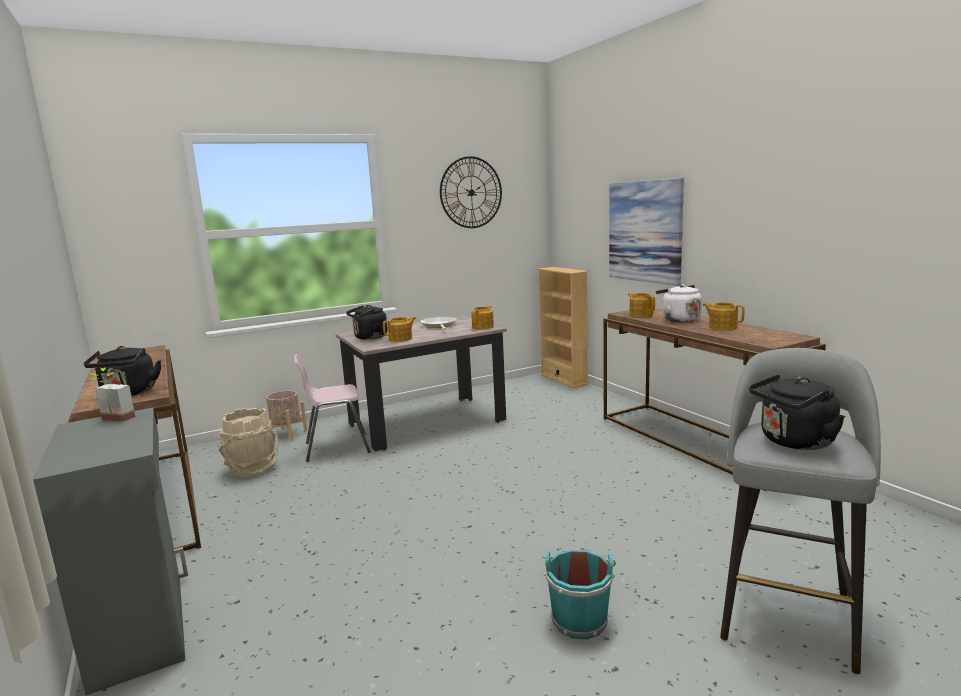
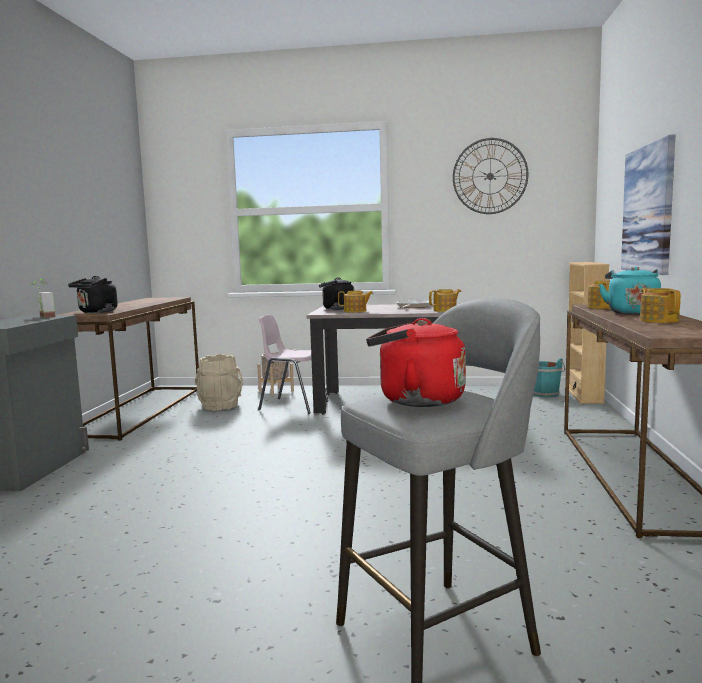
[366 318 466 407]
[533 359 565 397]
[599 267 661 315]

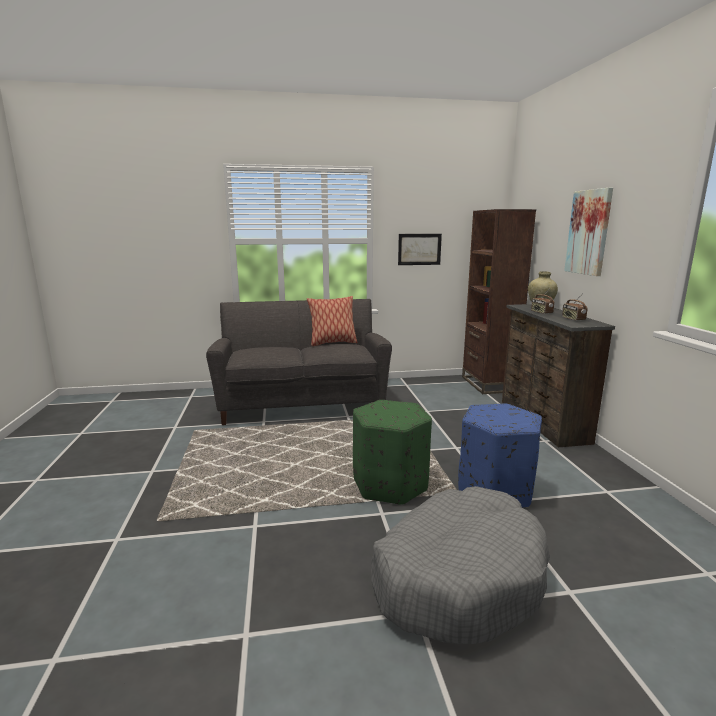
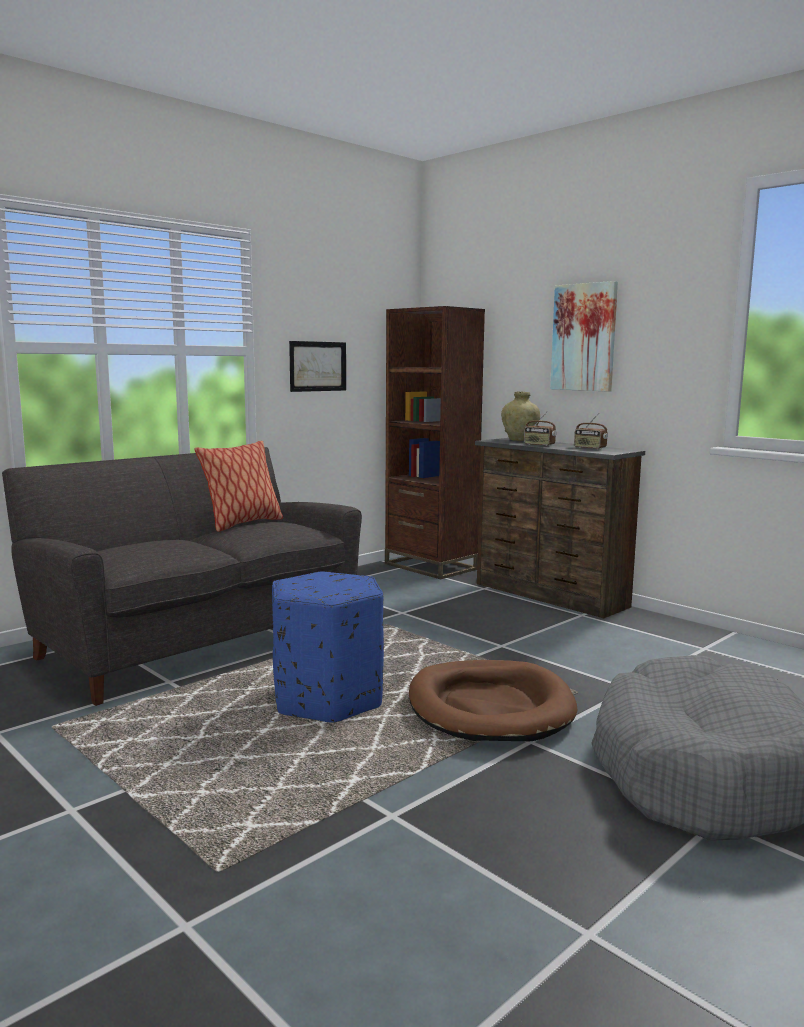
[272 571 384 723]
[409 660 577 741]

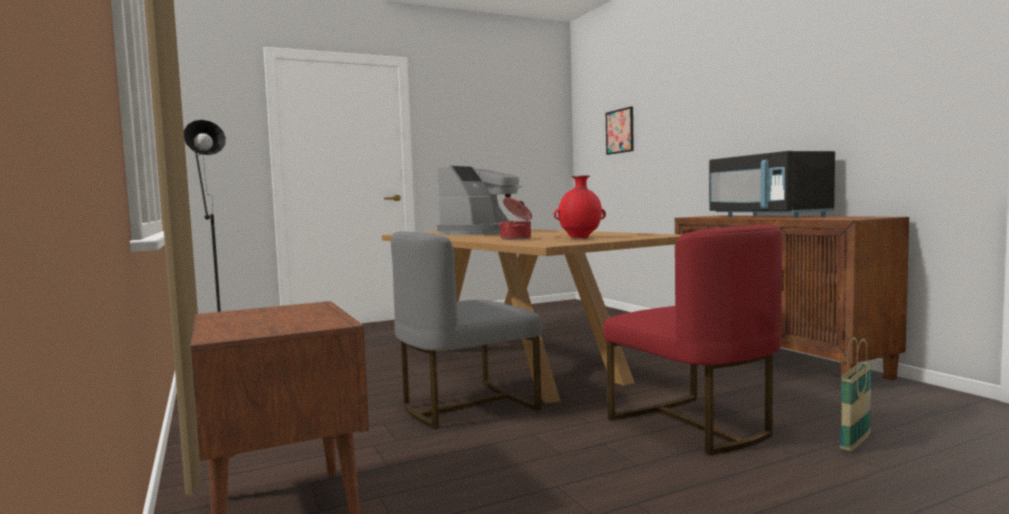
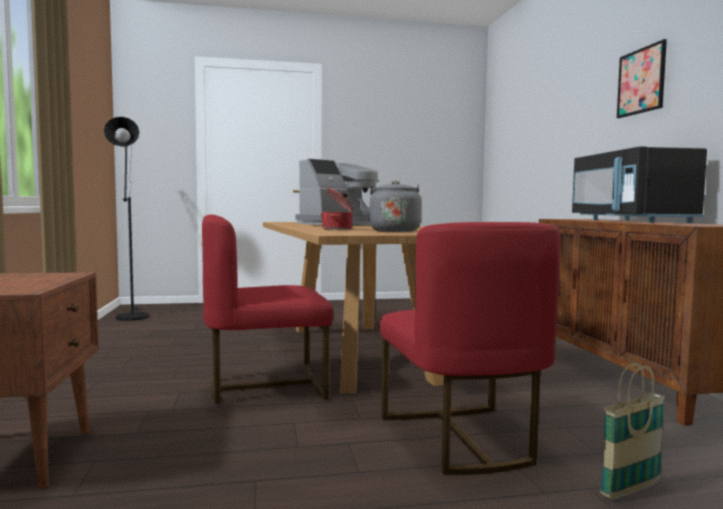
[202 215 333 404]
[358 180 422 232]
[617 39 667 118]

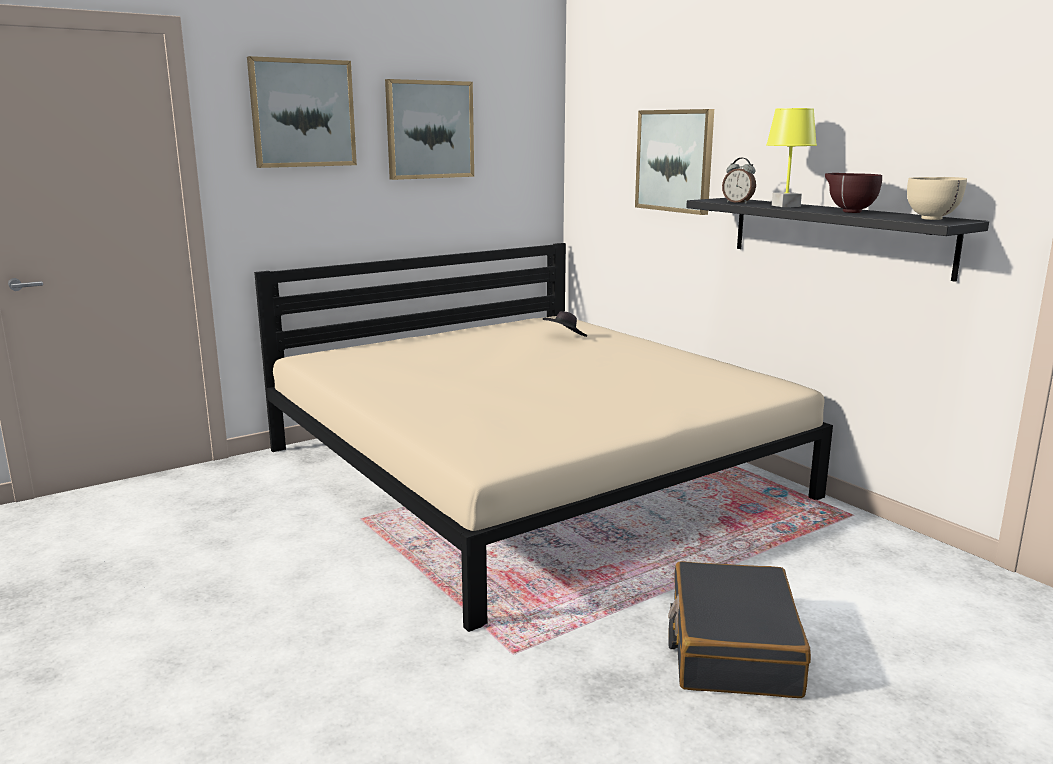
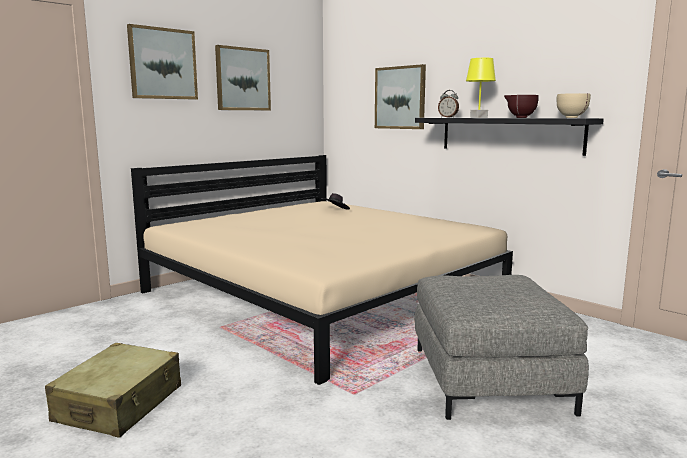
[45 343 181 438]
[414 275 589 420]

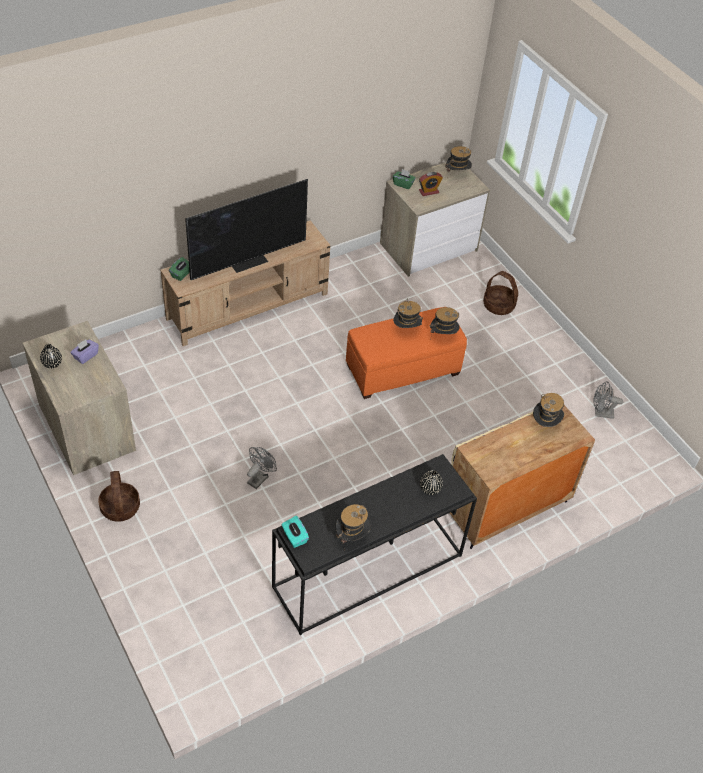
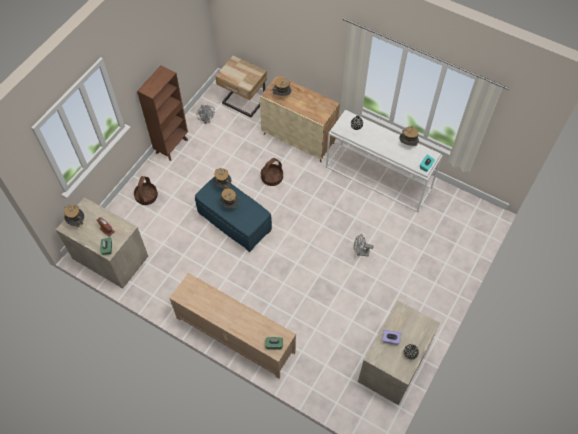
[137 65 188 161]
[195 176 272 252]
[215 56 267 117]
[261 158 283 186]
[326 110 443 212]
[185 179 308 280] (first image)

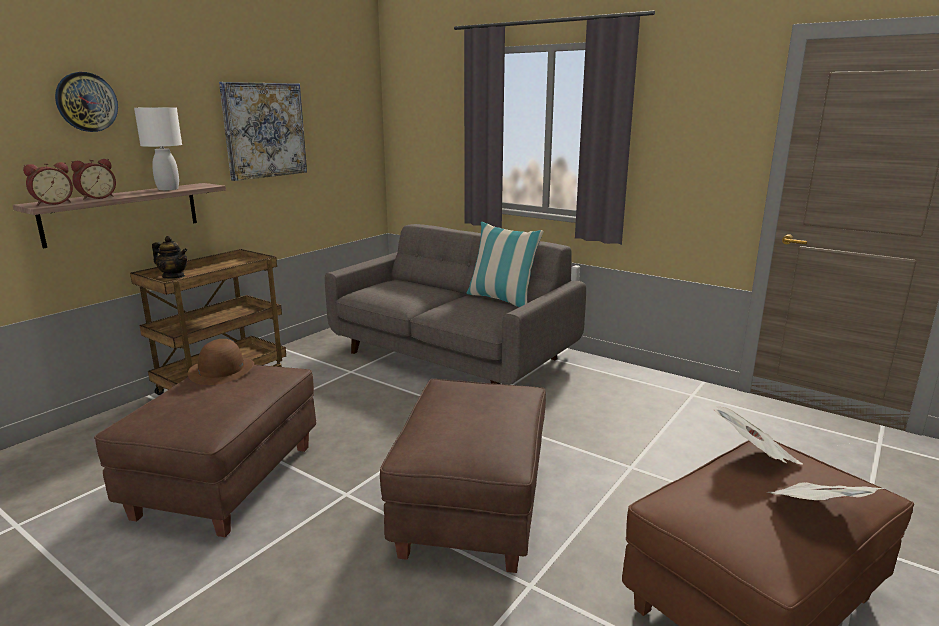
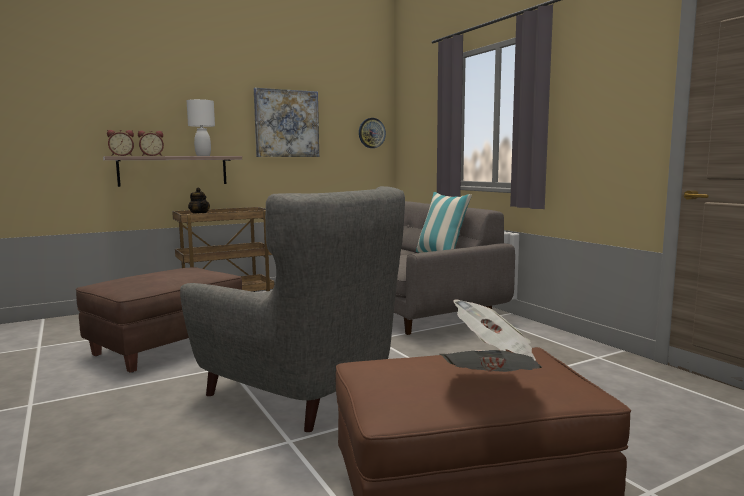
[180 186 405 432]
[359 118 386 148]
[188 339 254 385] (first image)

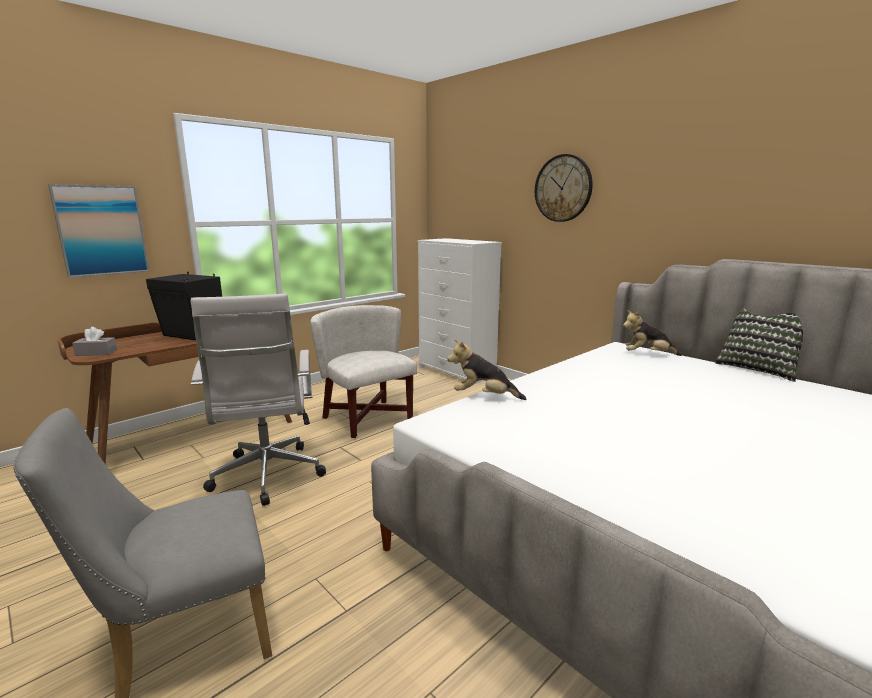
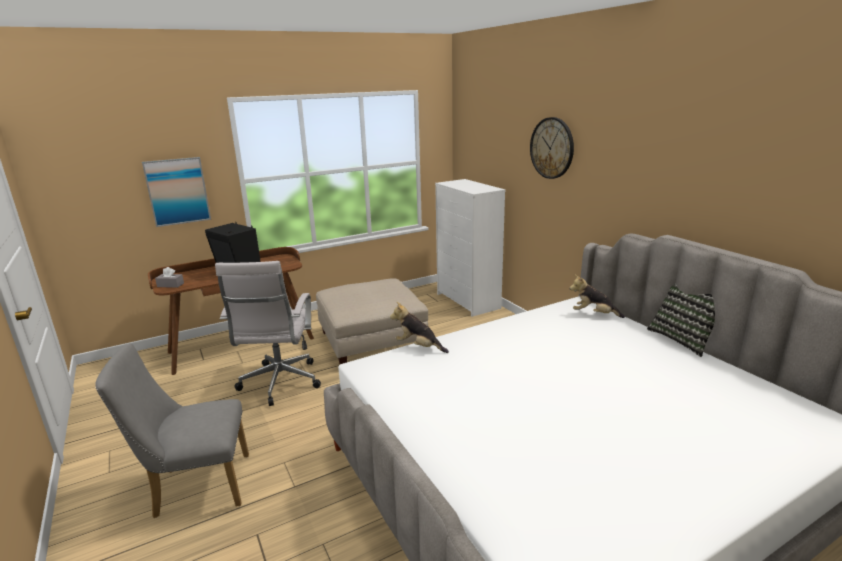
[316 278 428 364]

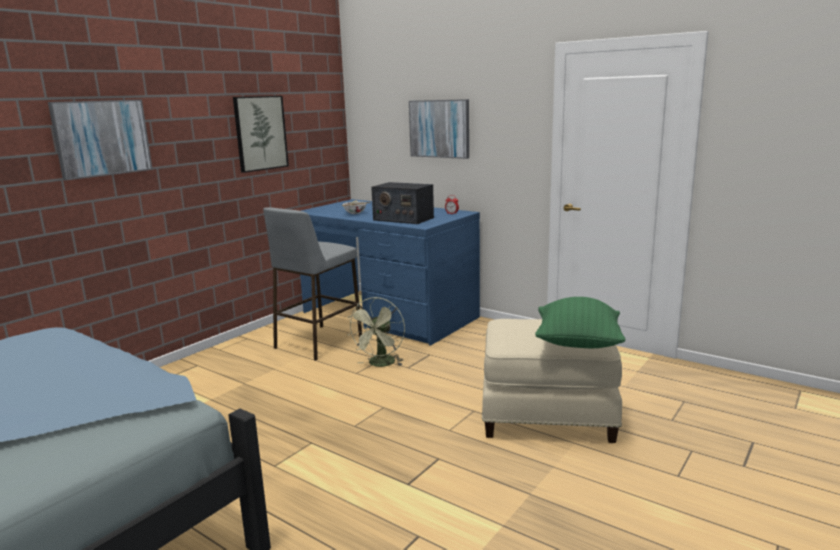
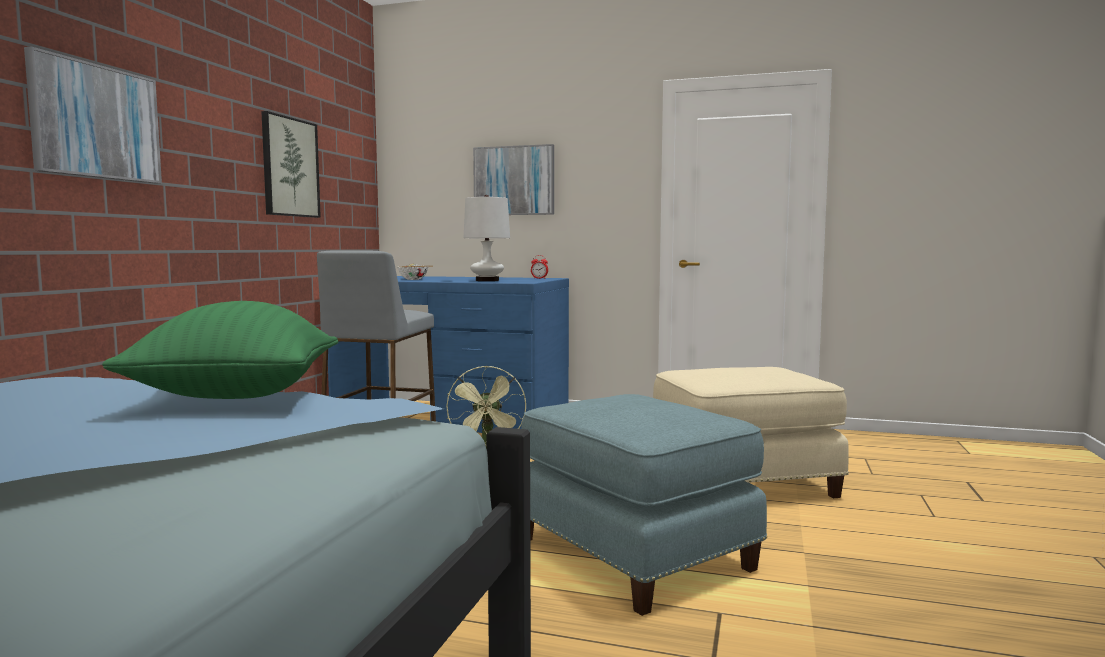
[102 301 338 399]
[464 195 510 281]
[521 394 767 616]

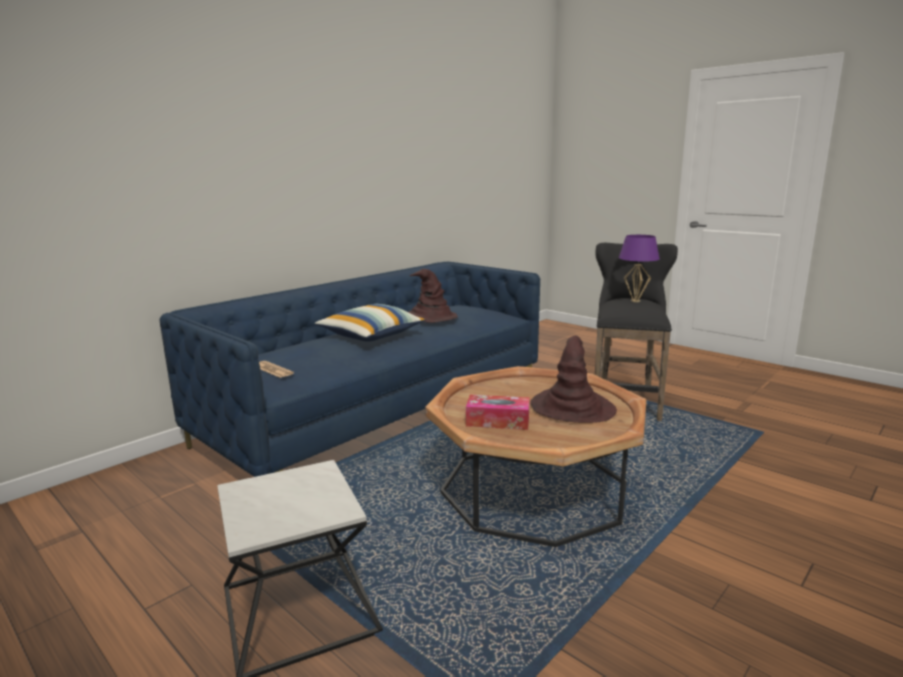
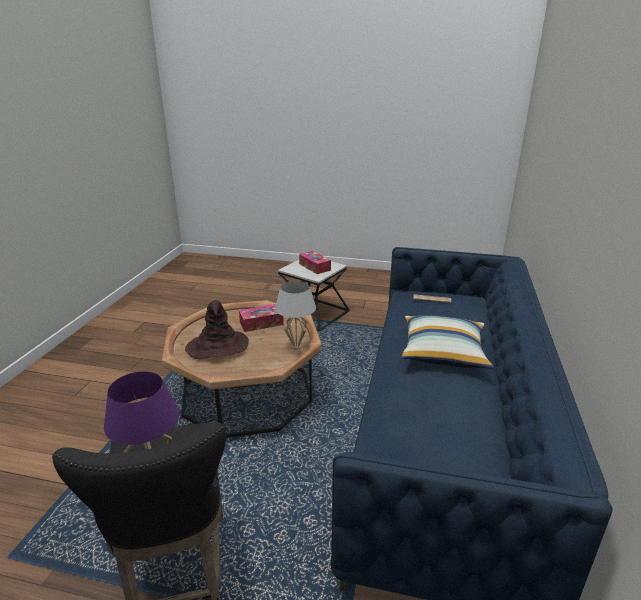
[275 281 316 349]
[299 251 331 274]
[408 269 458 323] (first image)

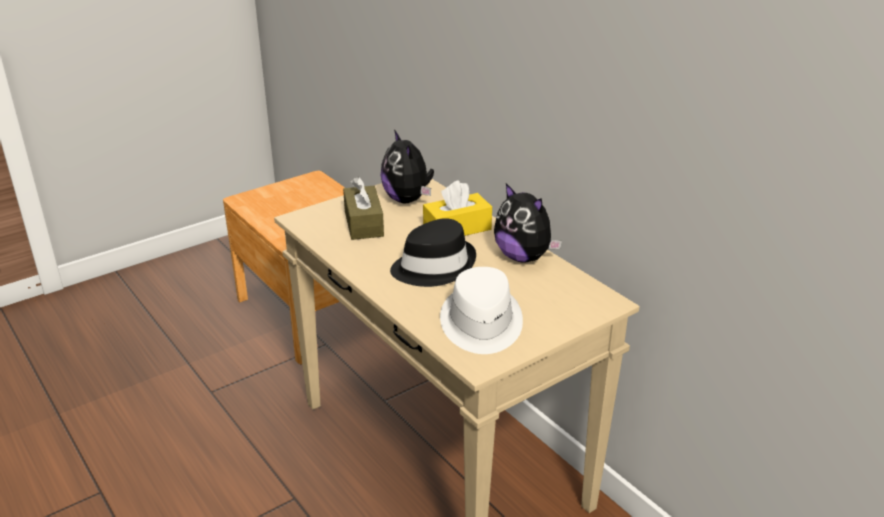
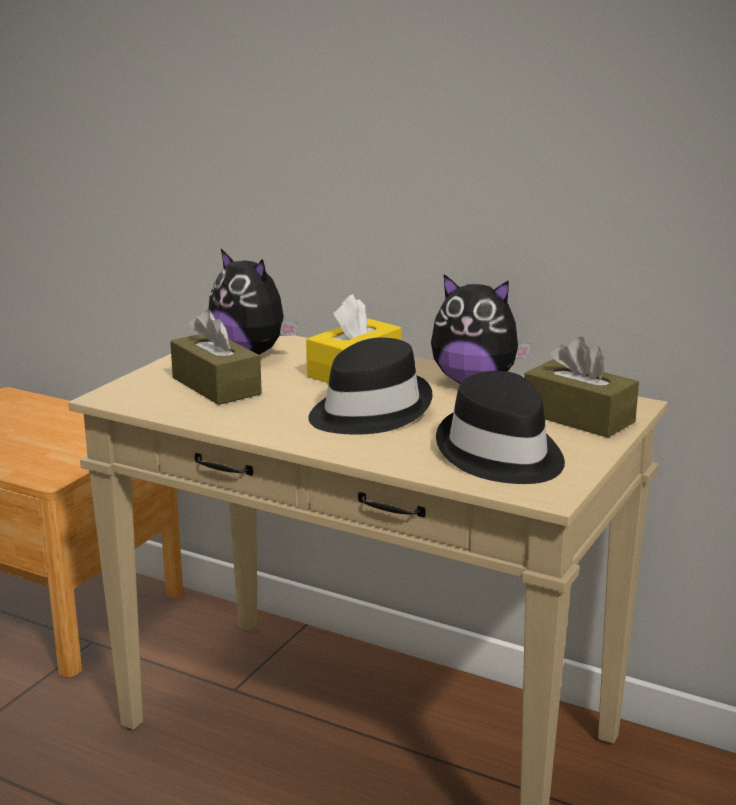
[436 371 565 484]
[524 337 639 438]

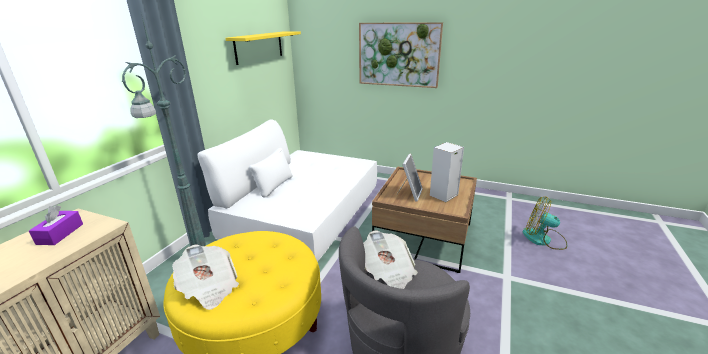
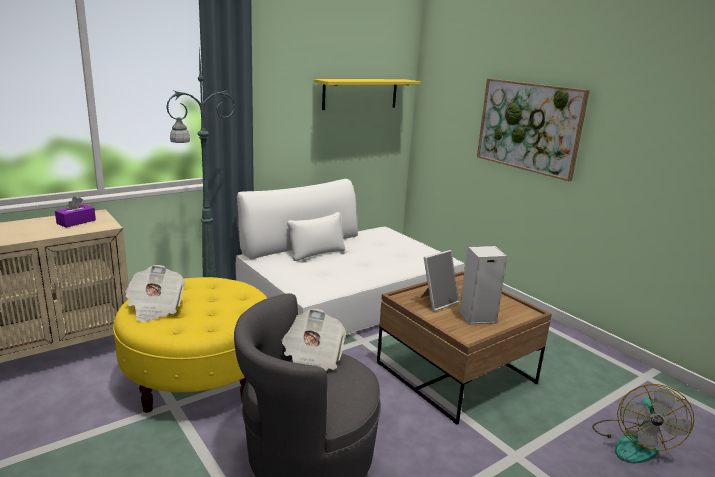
[592 384 694 463]

